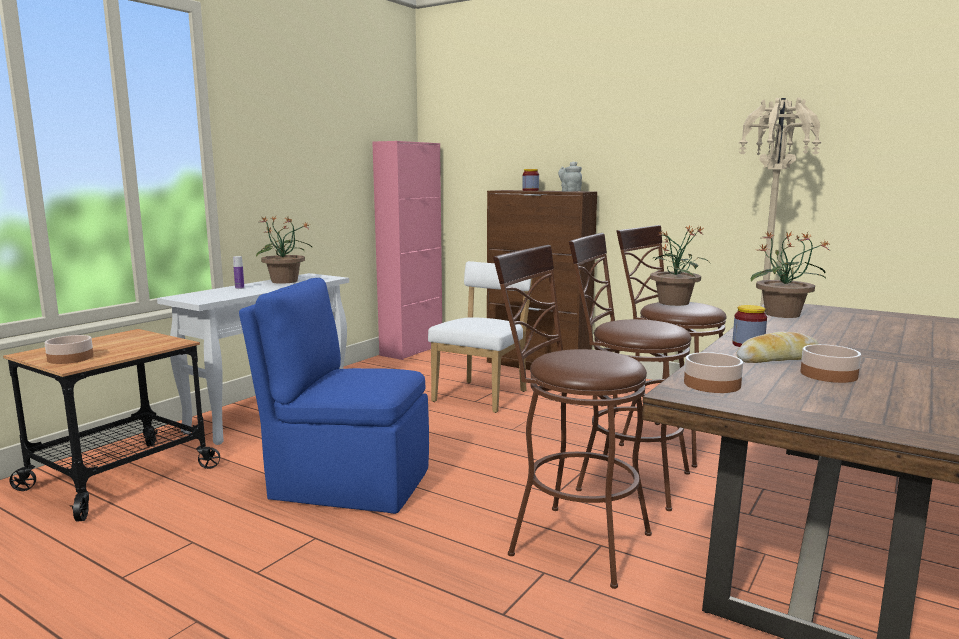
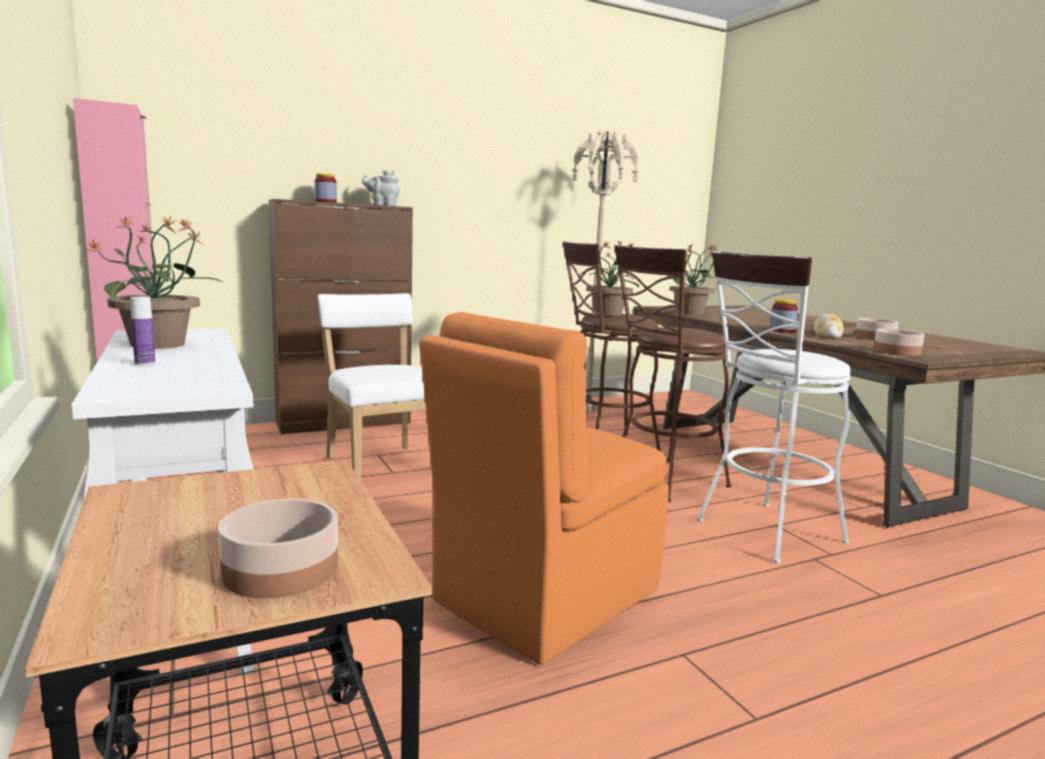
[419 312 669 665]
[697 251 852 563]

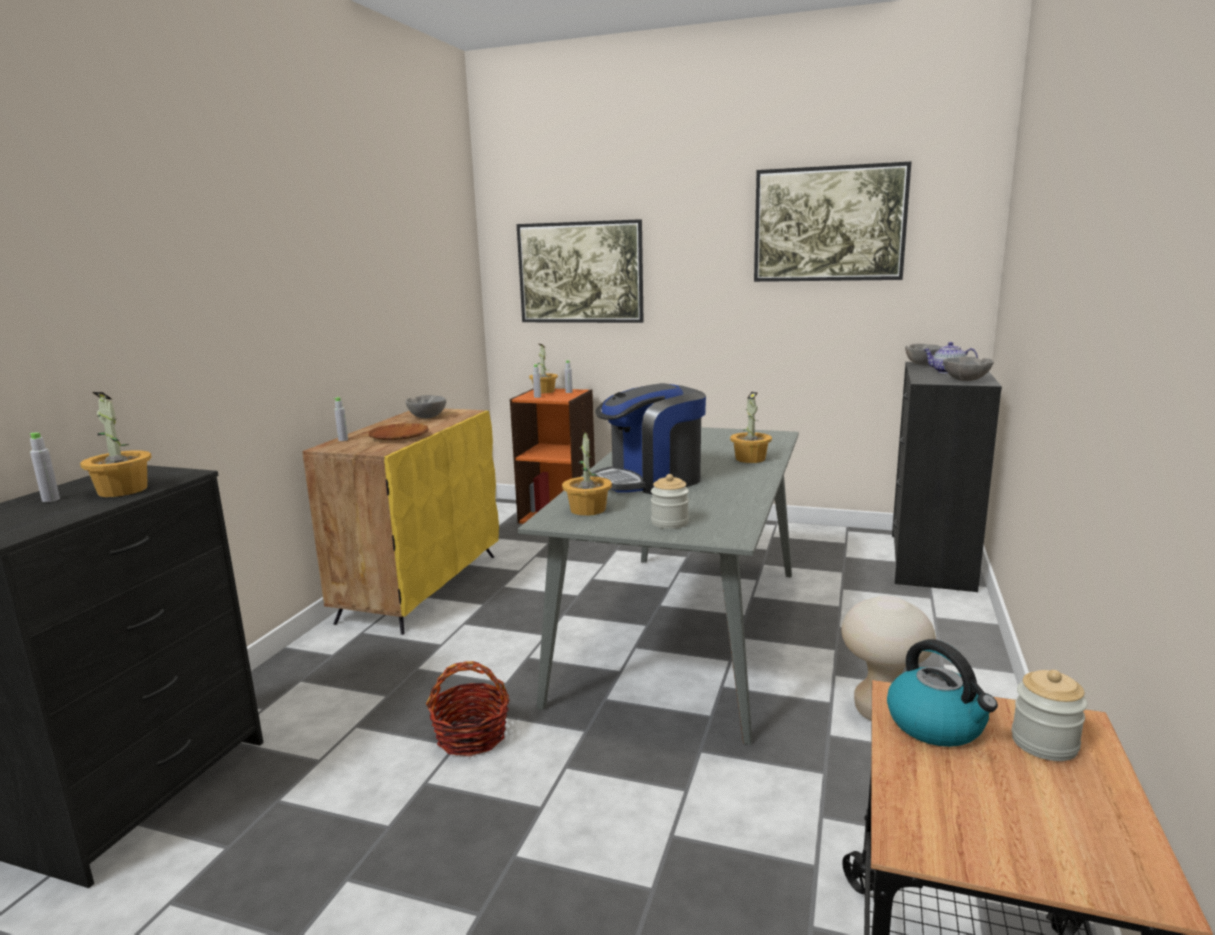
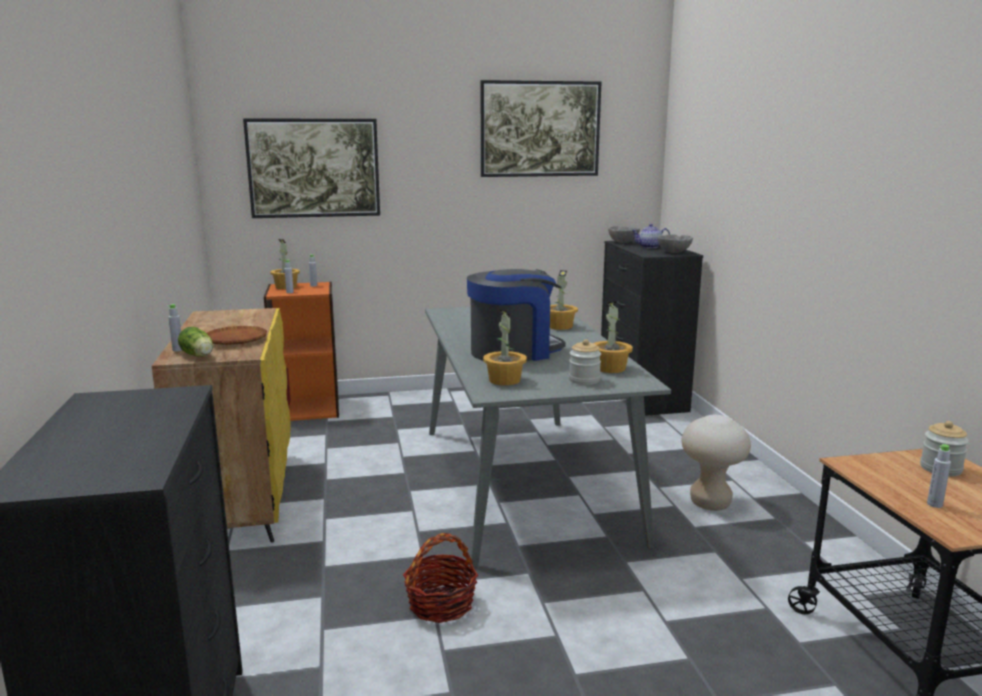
[178 326 213 357]
[467 269 565 361]
[594 301 633 373]
[927 444 951 508]
[406 395 446 418] (first image)
[887 639 998 747] (first image)

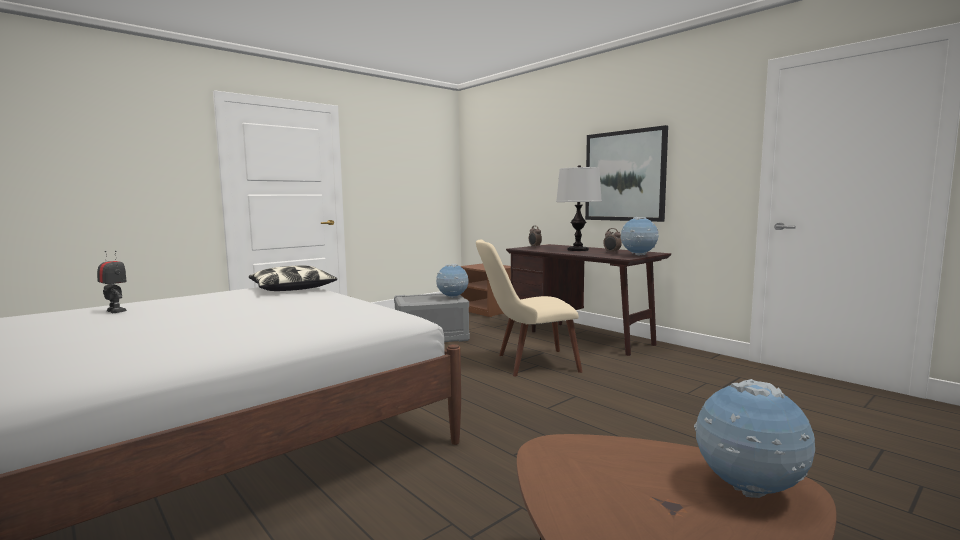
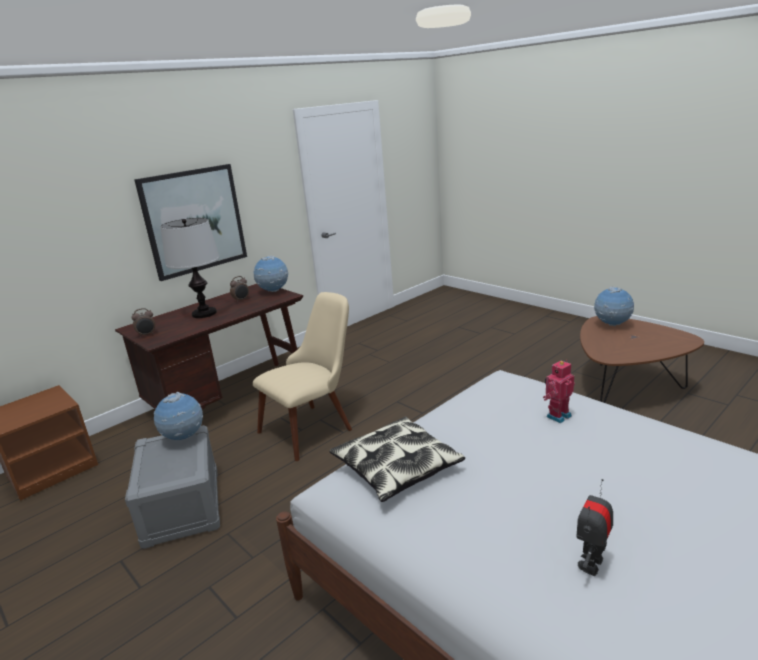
[253 292 352 461]
[543 360 575 423]

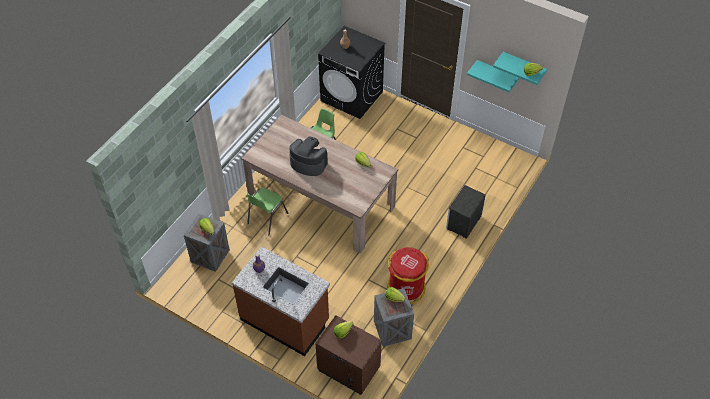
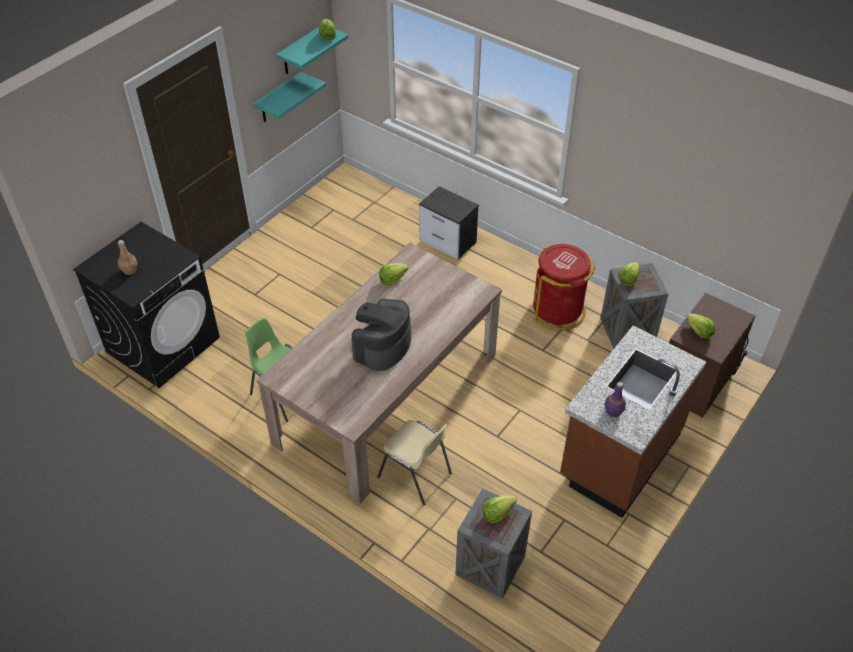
[377 420 452 506]

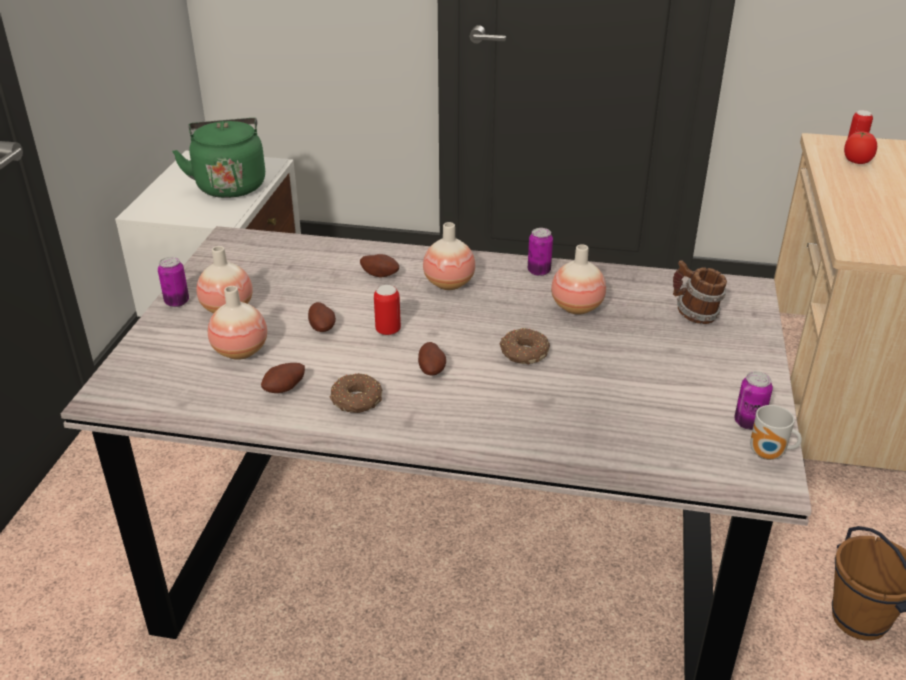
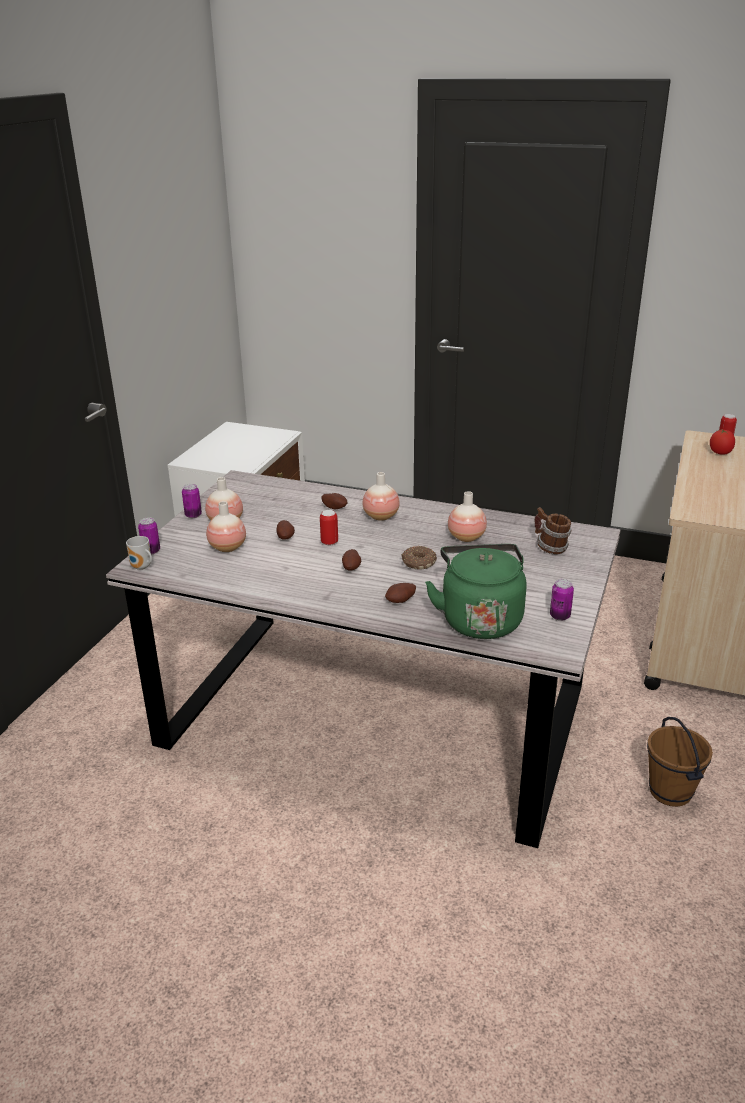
[126 536 152 570]
[138 517 160 554]
[385 583 416 603]
[425 544 526 639]
[330 373 382 413] (first image)

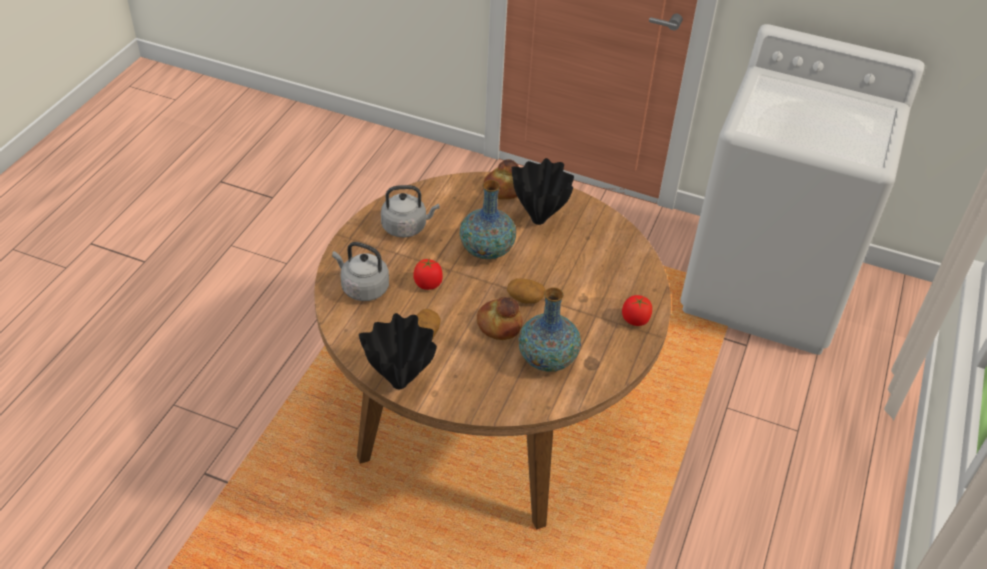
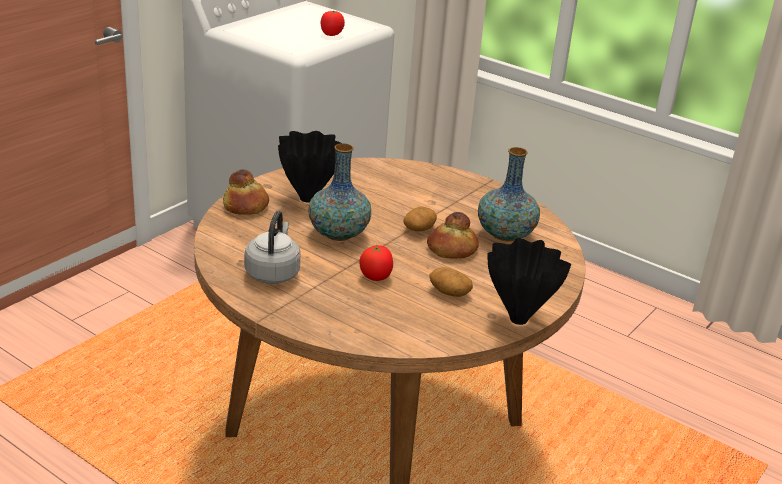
[320 11 345 36]
[332 242 389 301] (first image)

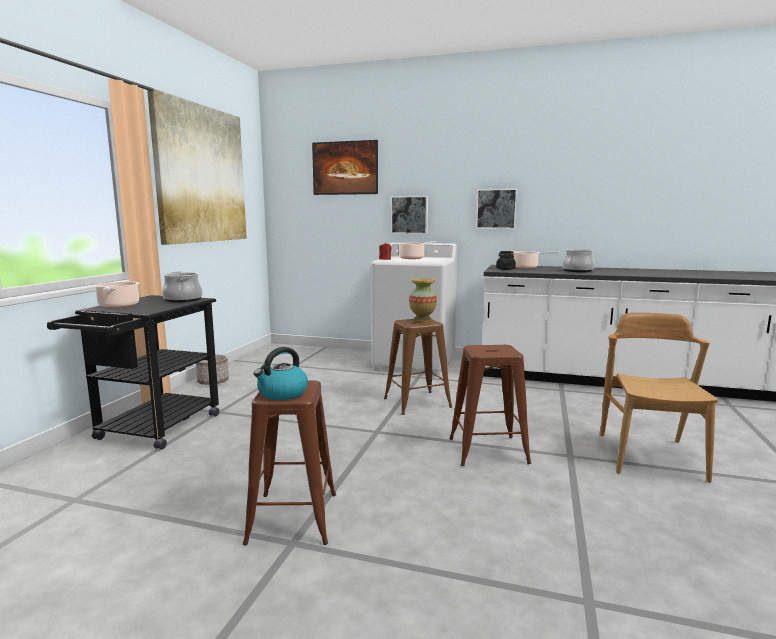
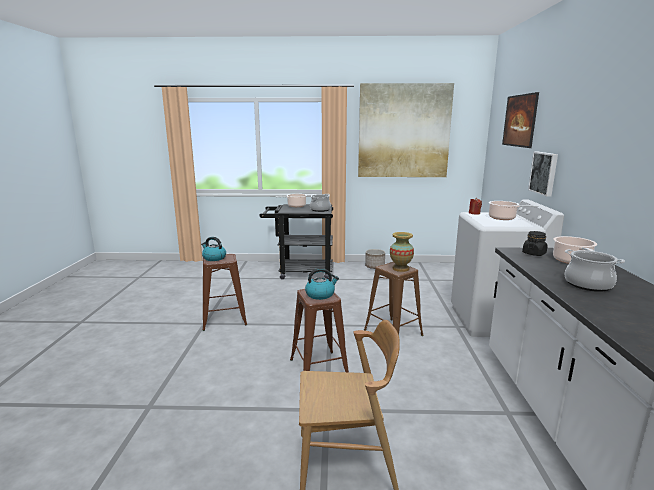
[305 268 339 300]
[476 188 518 229] (first image)

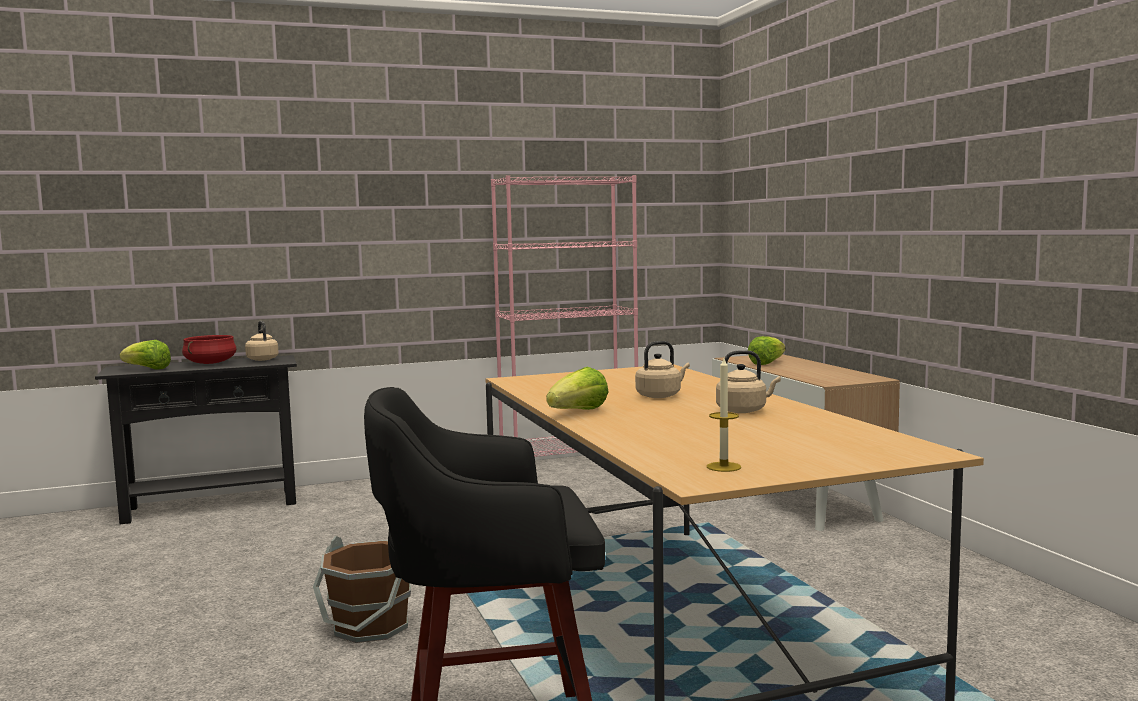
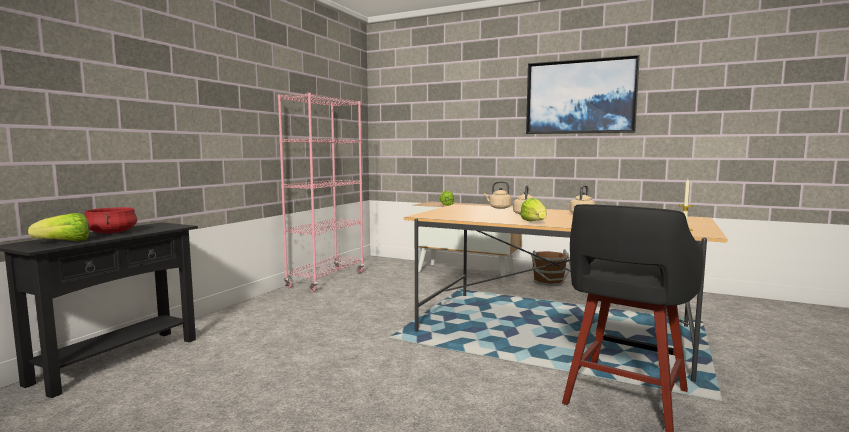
[484 181 511 209]
[526 55 640 134]
[531 249 571 286]

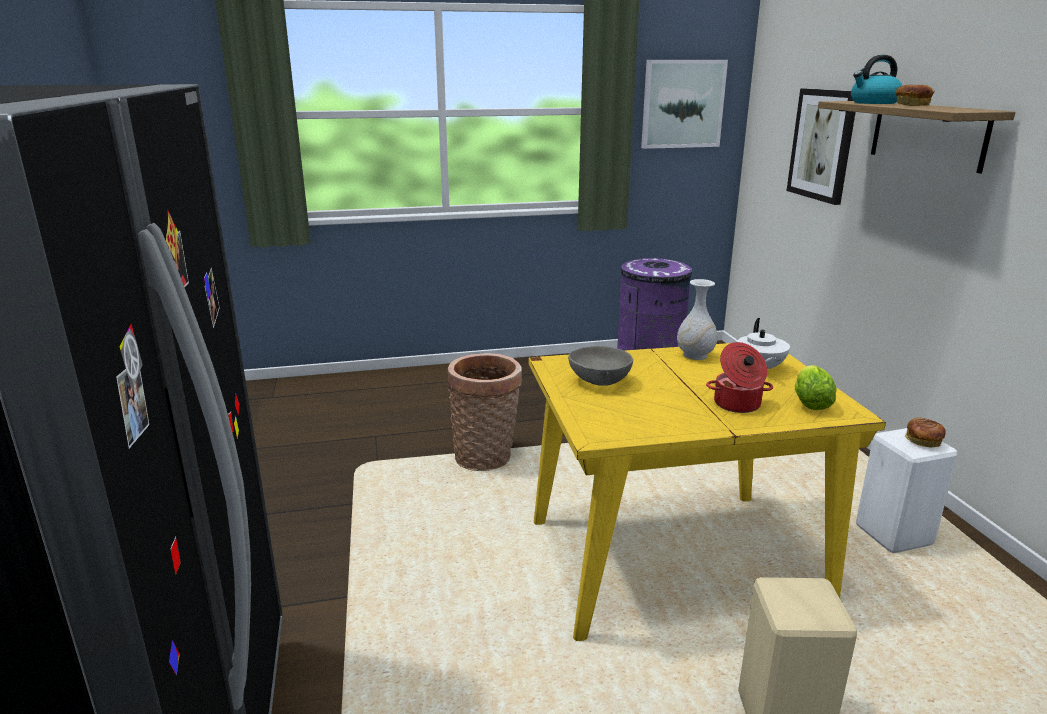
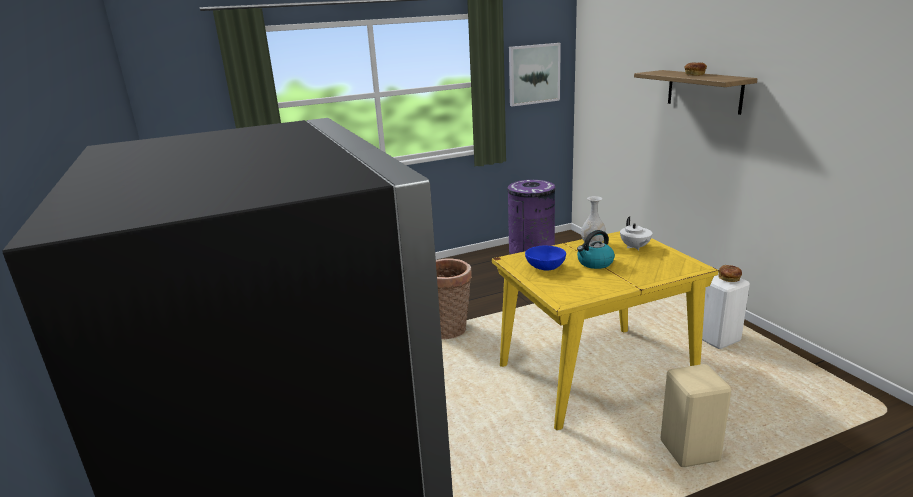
[525 245 566 271]
[577 230 615 269]
[706 342 773 413] (first image)
[787 88 855 205] (first image)
[795 365 837 410] (first image)

